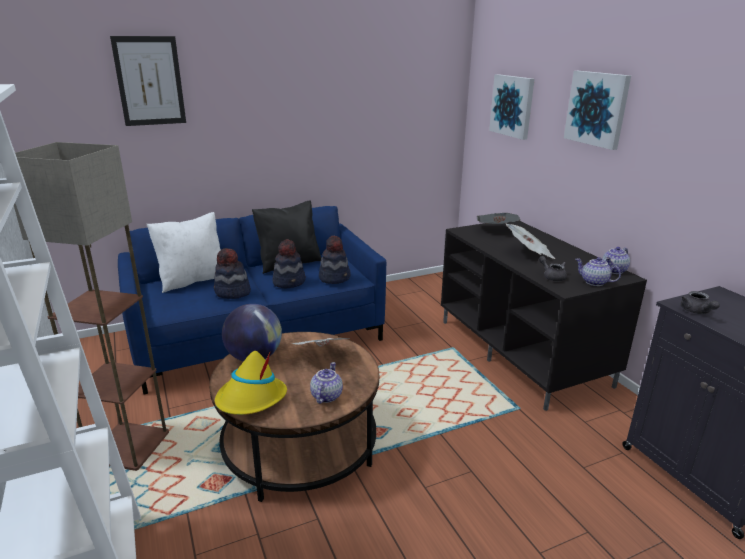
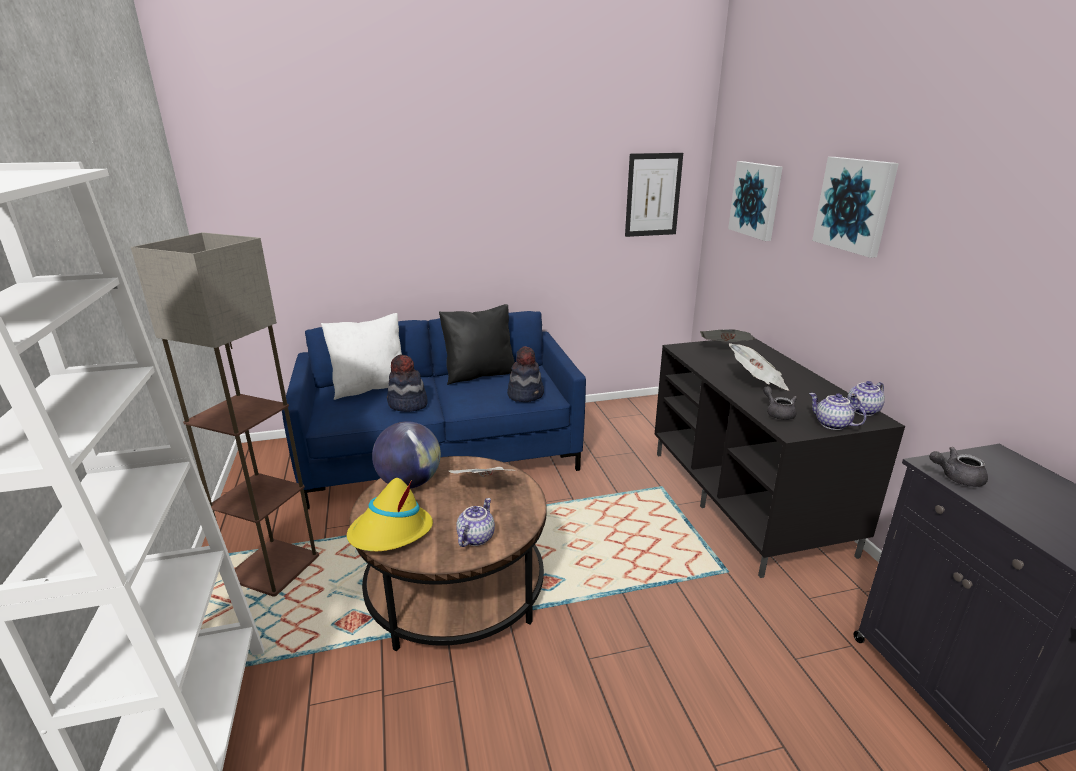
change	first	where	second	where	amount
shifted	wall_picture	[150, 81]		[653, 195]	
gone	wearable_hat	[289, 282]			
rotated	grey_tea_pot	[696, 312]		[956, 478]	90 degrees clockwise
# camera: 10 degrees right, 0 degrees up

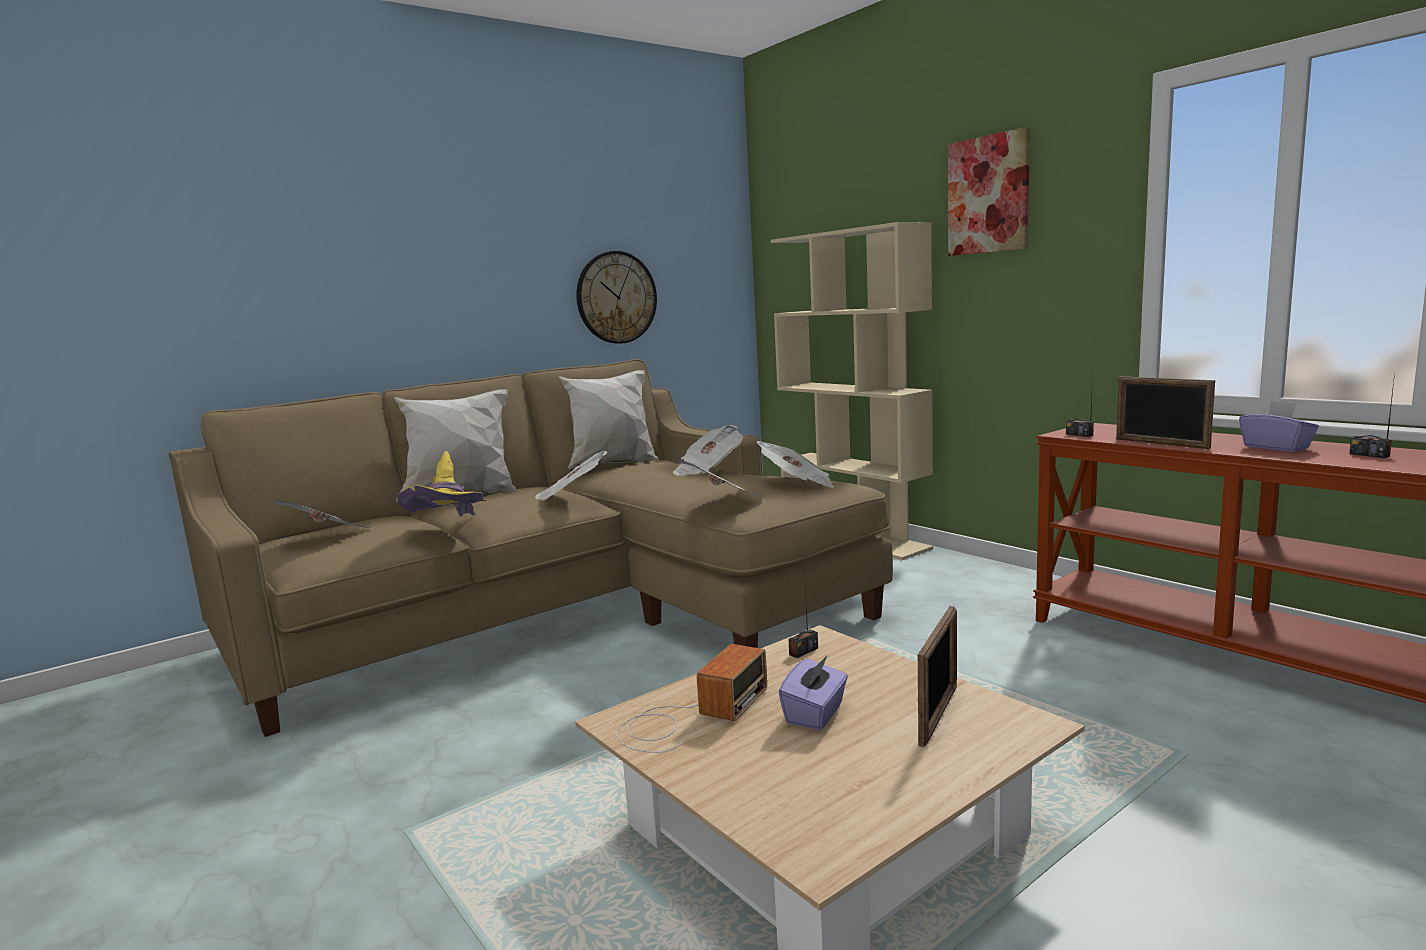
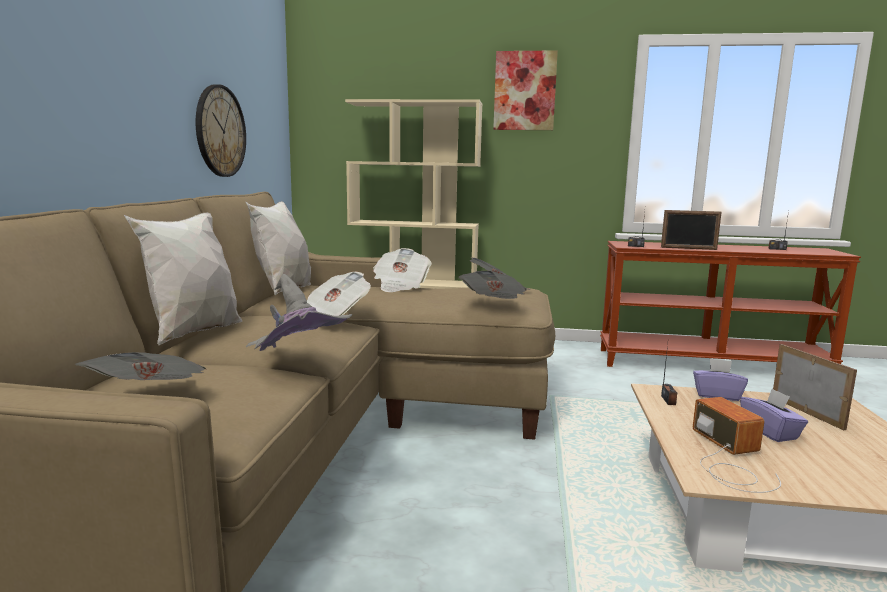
change	first	where	second	where	amount
repainted	yellow-coloured_wearable_hat	[451, 530]	grey_wearable_hat	[298, 364]	
shifted	purple_tissue_box	[1276, 447]		[717, 395]	
# camera: 45 degrees left, 0 degrees up

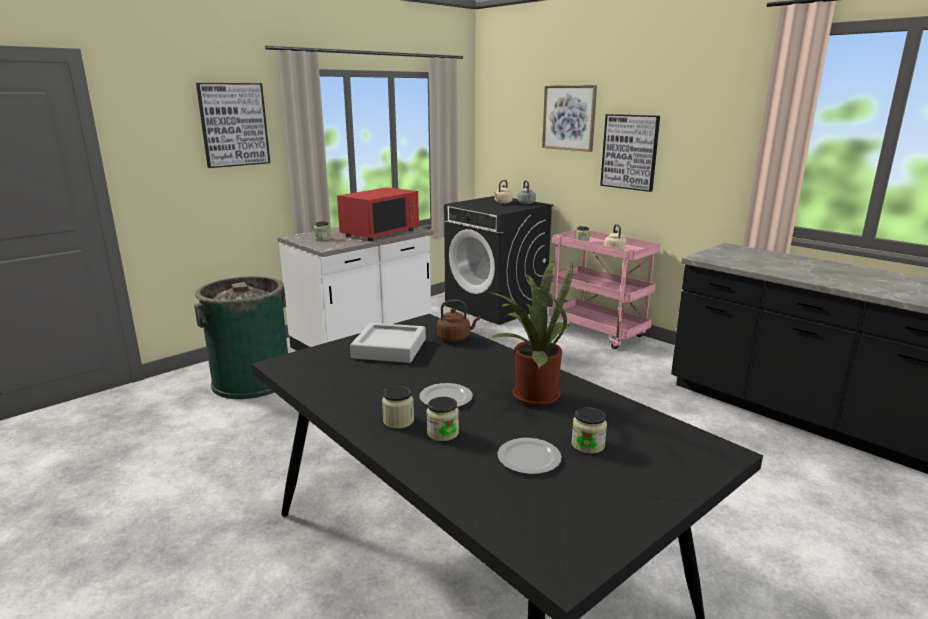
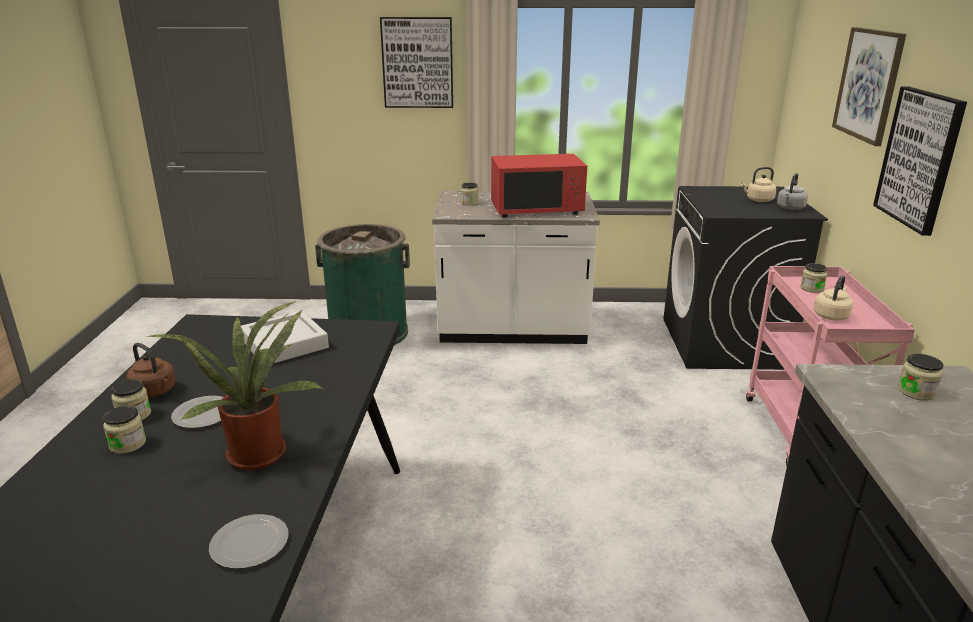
change	first	where	second	where	amount
shifted	brown_tea_kettle	[455, 338]		[155, 392]	
shifted	dinner_plate	[530, 458]		[251, 544]	
shifted	jar	[588, 445]		[916, 392]	
# camera: 45 degrees right, 5 degrees up

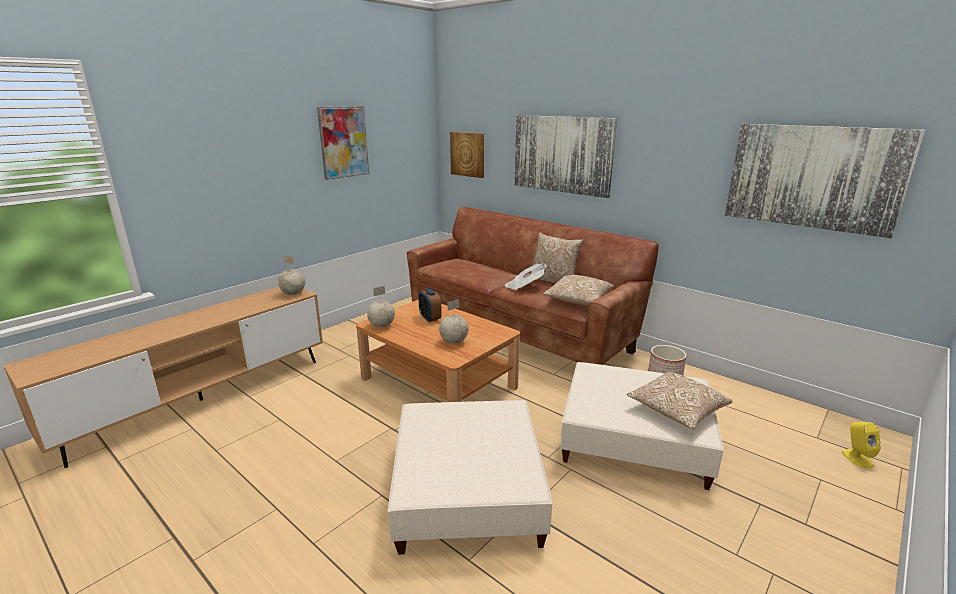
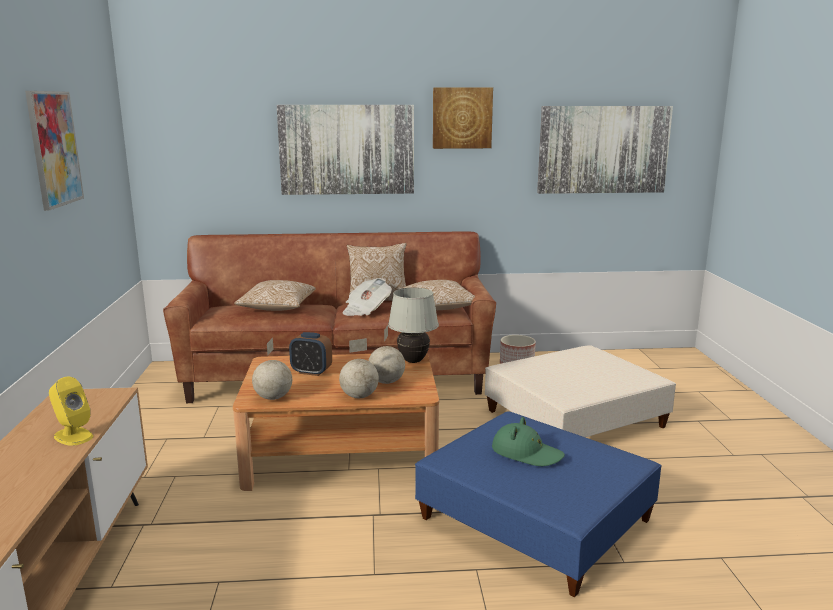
change	first	where	second	where	amount
shifted	world_globe	[293, 293]		[358, 396]	
repainted	sand-coloured_footrest	[468, 490]	bluish_footrest	[534, 519]	
shifted	wall_picture	[468, 154]		[462, 118]	
shifted	cushion	[676, 411]		[277, 308]	
shifted	yellow-coloured_audio_speaker	[856, 458]		[73, 436]	
new			white-coloured_lamp_for_a_table	[413, 361]	
new			green_wearable_hat	[526, 453]	
# camera: 45 degrees left, 5 degrees down

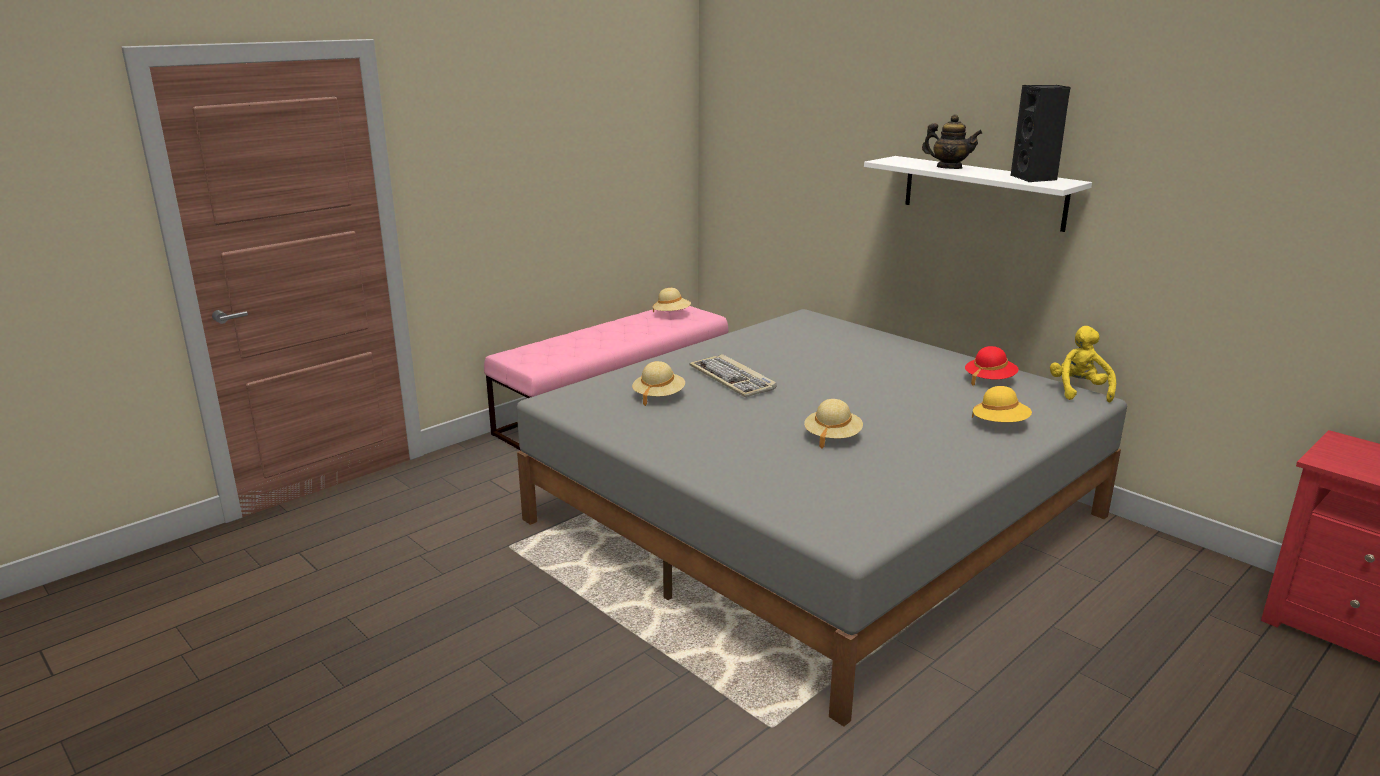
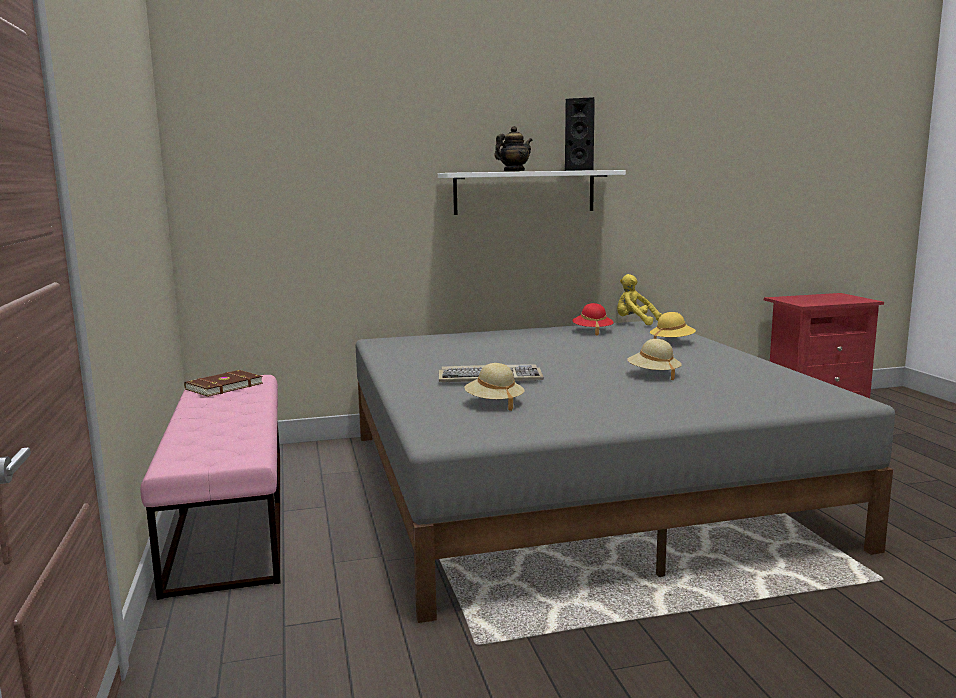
change	first	where	second	where	amount
swapped	sand-coloured_wearable_hat	[672, 314]	brown_volume	[223, 386]	
# camera: 60 degrees left, 10 degrees down

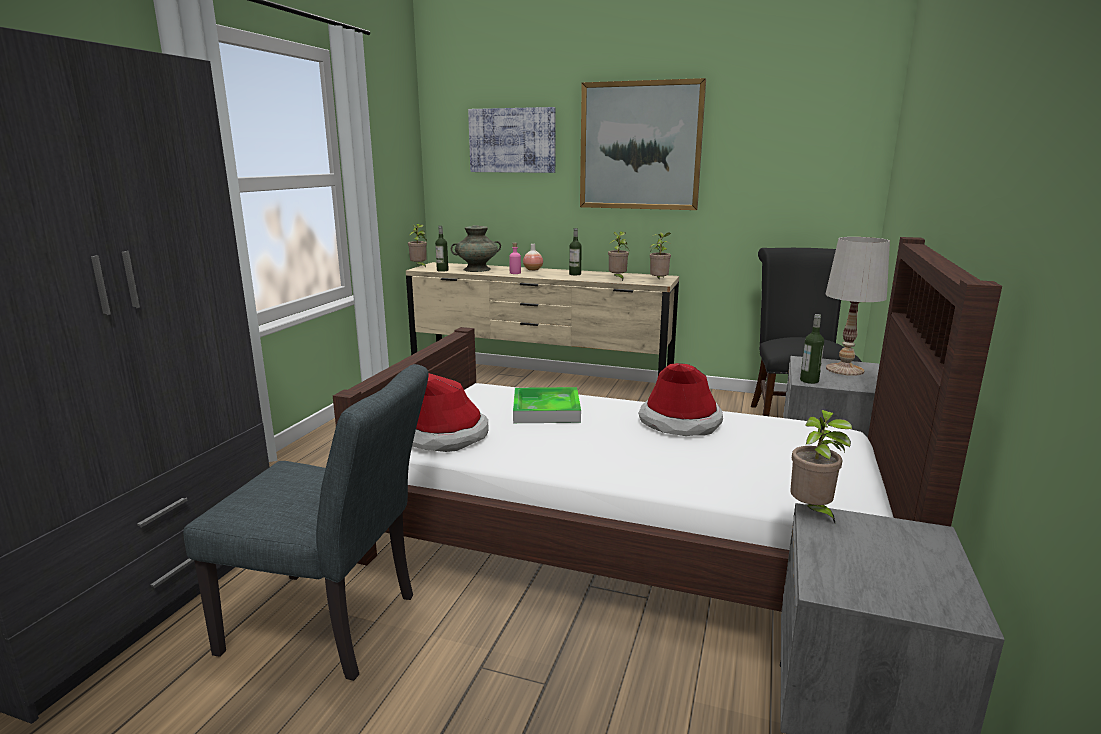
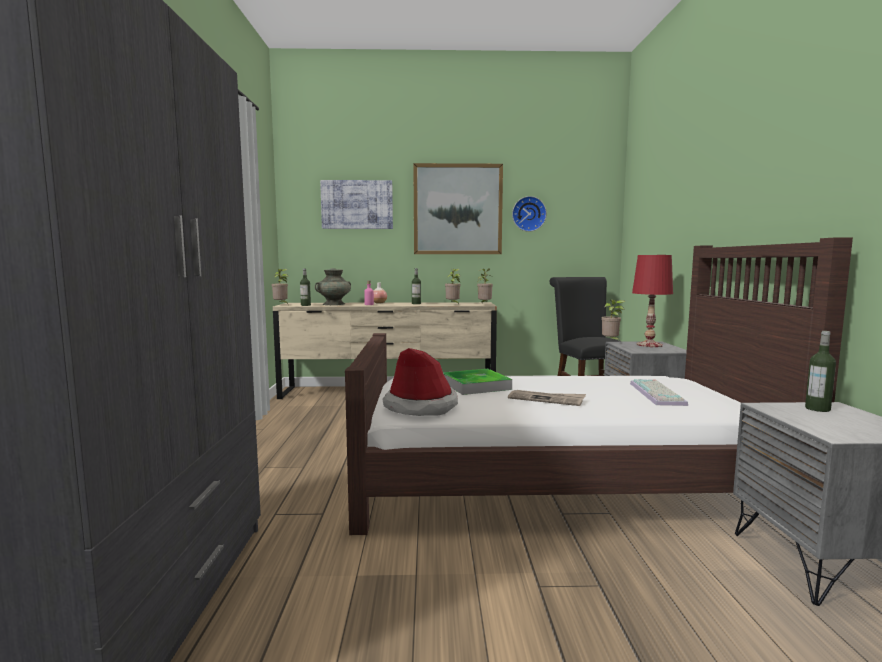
change	first	where	second	where	amount
gone	grey_upright_chair	[333, 626]			
gone	wearable_hat	[680, 422]			
shifted	plant_in_a_pot	[811, 512]		[611, 342]	
shifted	drink_bottle	[809, 380]		[817, 409]	
repainted	white-coloured_lamp_for_a_table	[844, 370]	red-coloured_lamp_for_a_table	[649, 345]	
new			printed_paper	[546, 399]	
new			wall_clock	[528, 214]	
new			PC_keyboard	[658, 394]	
# camera: 20 degrees left, 10 degrees down

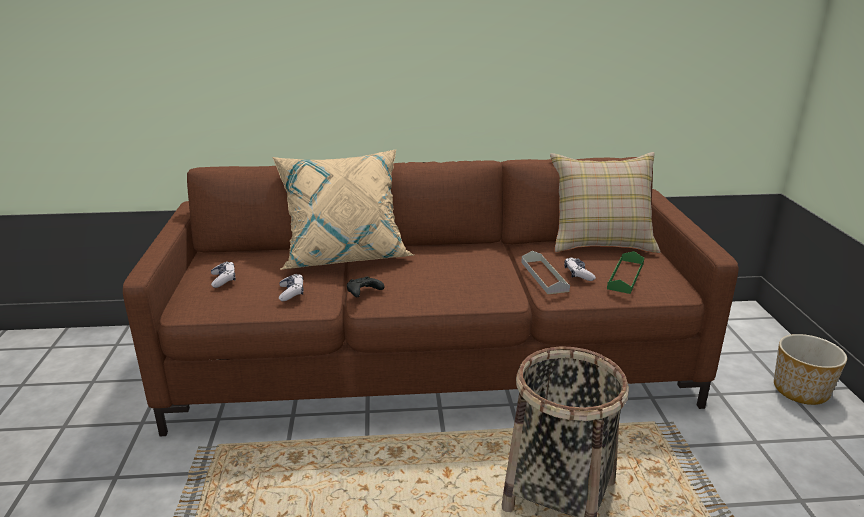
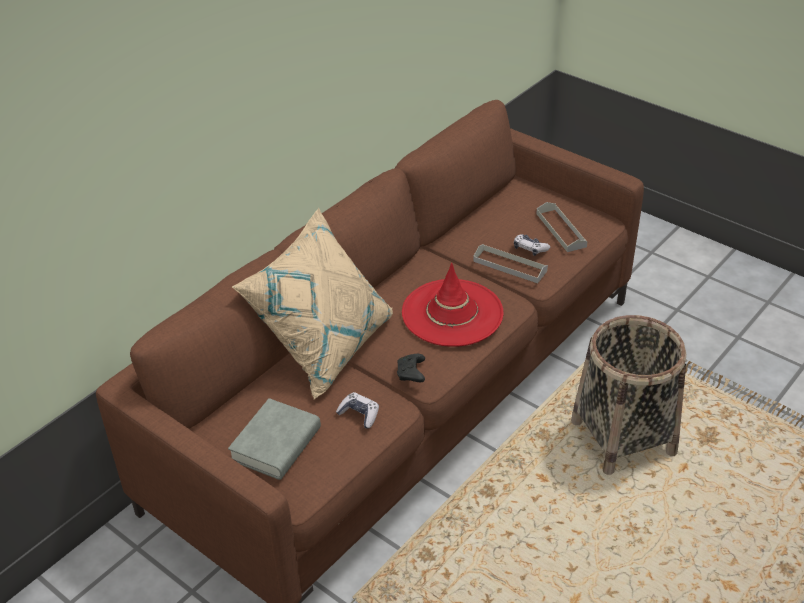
change	first	where	second	where	amount
swapped	game_controller	[223, 279]	grey_volume	[276, 444]	
gone	sand-coloured_cushion	[600, 242]			
repainted	green_carrying_tray	[625, 276]	grey_carrying_tray	[561, 230]	
gone	planter	[801, 390]			
new			red-coloured_wearable_hat	[452, 313]	
# camera: 45 degrees left, 15 degrees up

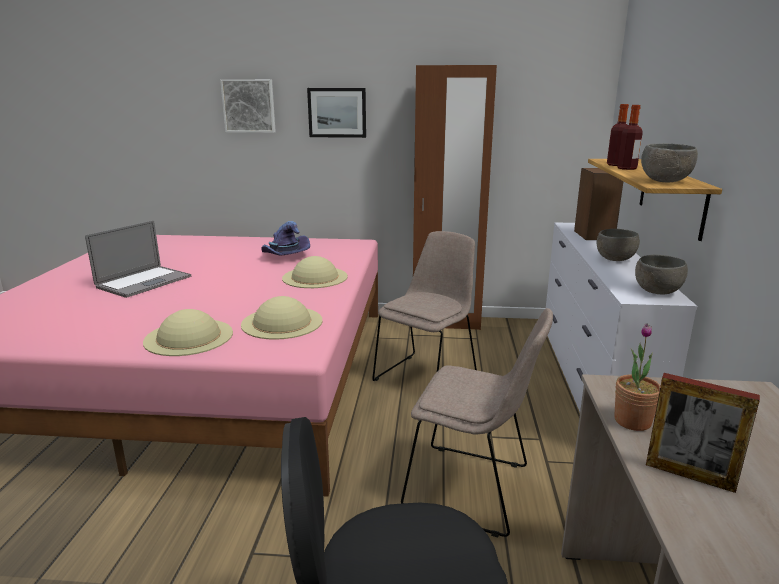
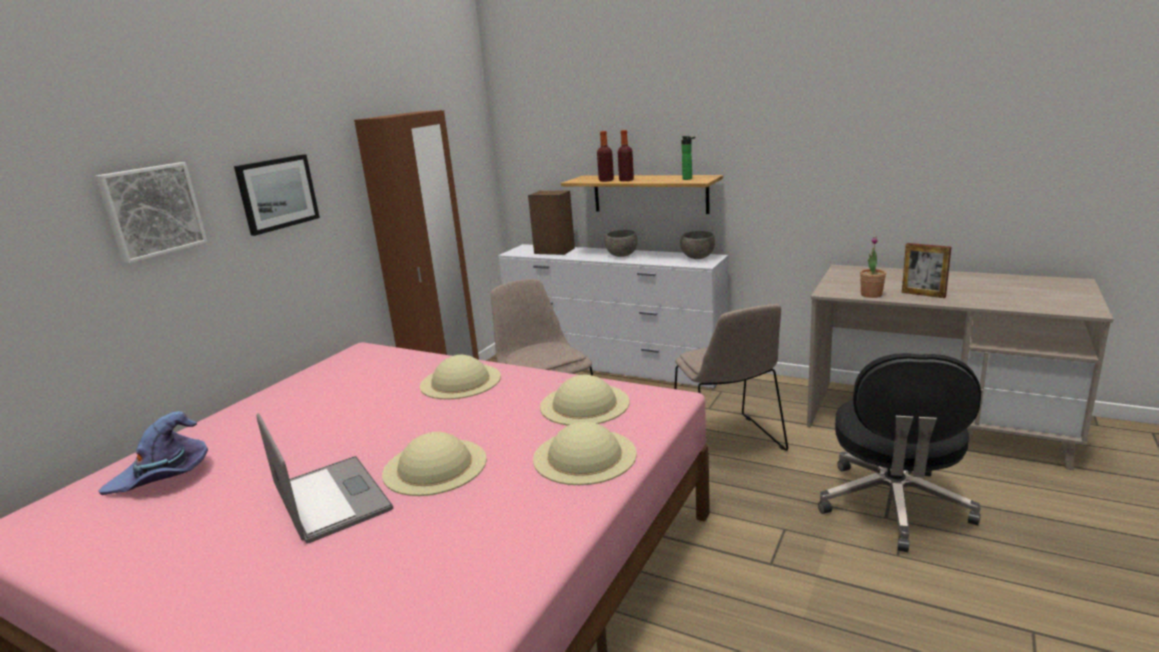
change	first	where	second	where	amount
shifted	purple_wearable_hat	[284, 256]		[163, 477]	
rotated	sand-coloured_upright_chair	[472, 489]		[729, 444]	120 degrees clockwise
swapped	grey_bowl	[664, 181]	drink_bottle	[688, 179]	
rotated	standing_frame	[689, 475]		[923, 294]	75 degrees clockwise
new			sand-coloured_wearable_hat	[435, 466]	
# camera: 65 degrees left, 0 degrees up

